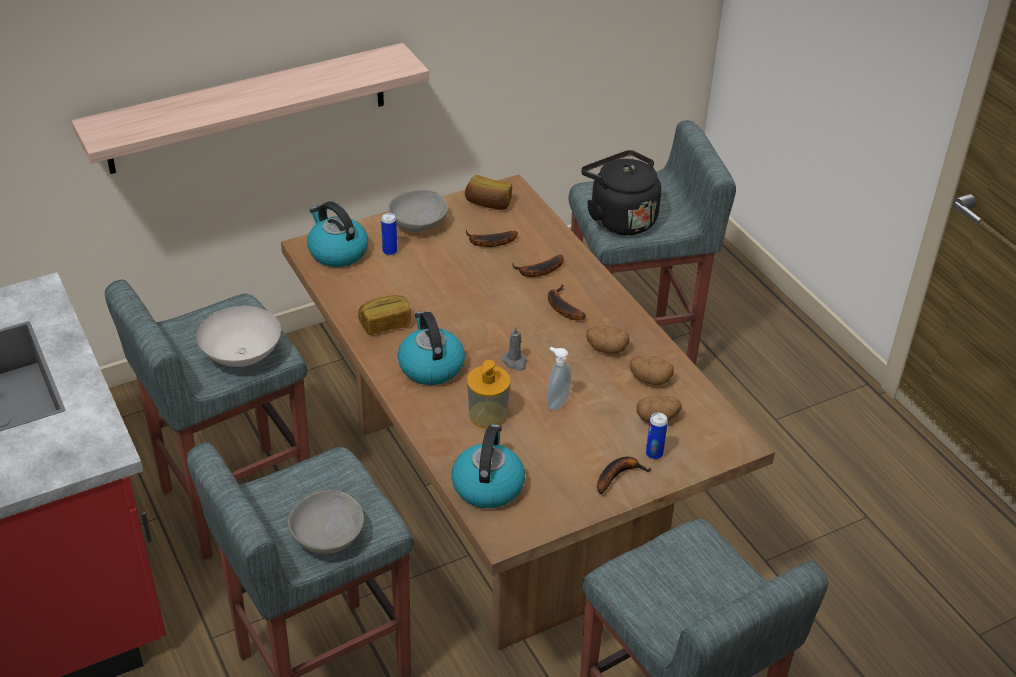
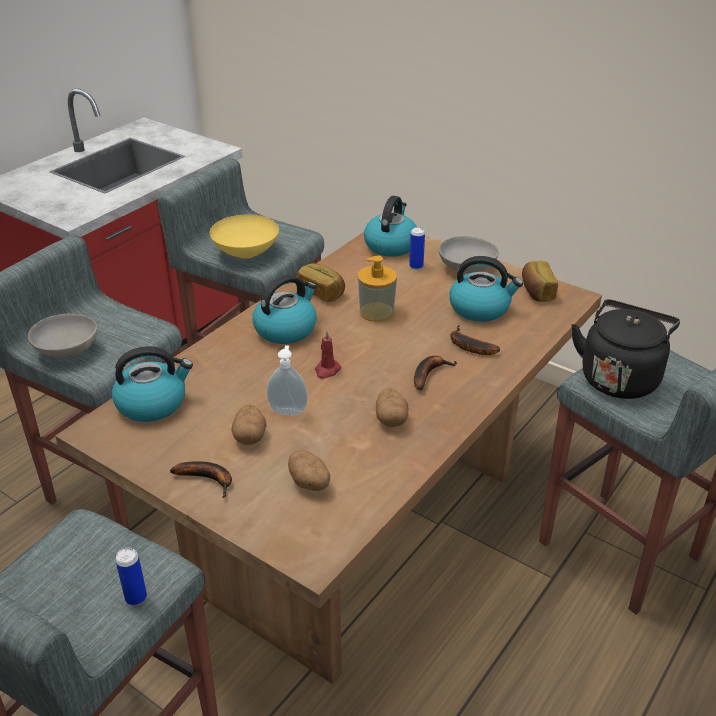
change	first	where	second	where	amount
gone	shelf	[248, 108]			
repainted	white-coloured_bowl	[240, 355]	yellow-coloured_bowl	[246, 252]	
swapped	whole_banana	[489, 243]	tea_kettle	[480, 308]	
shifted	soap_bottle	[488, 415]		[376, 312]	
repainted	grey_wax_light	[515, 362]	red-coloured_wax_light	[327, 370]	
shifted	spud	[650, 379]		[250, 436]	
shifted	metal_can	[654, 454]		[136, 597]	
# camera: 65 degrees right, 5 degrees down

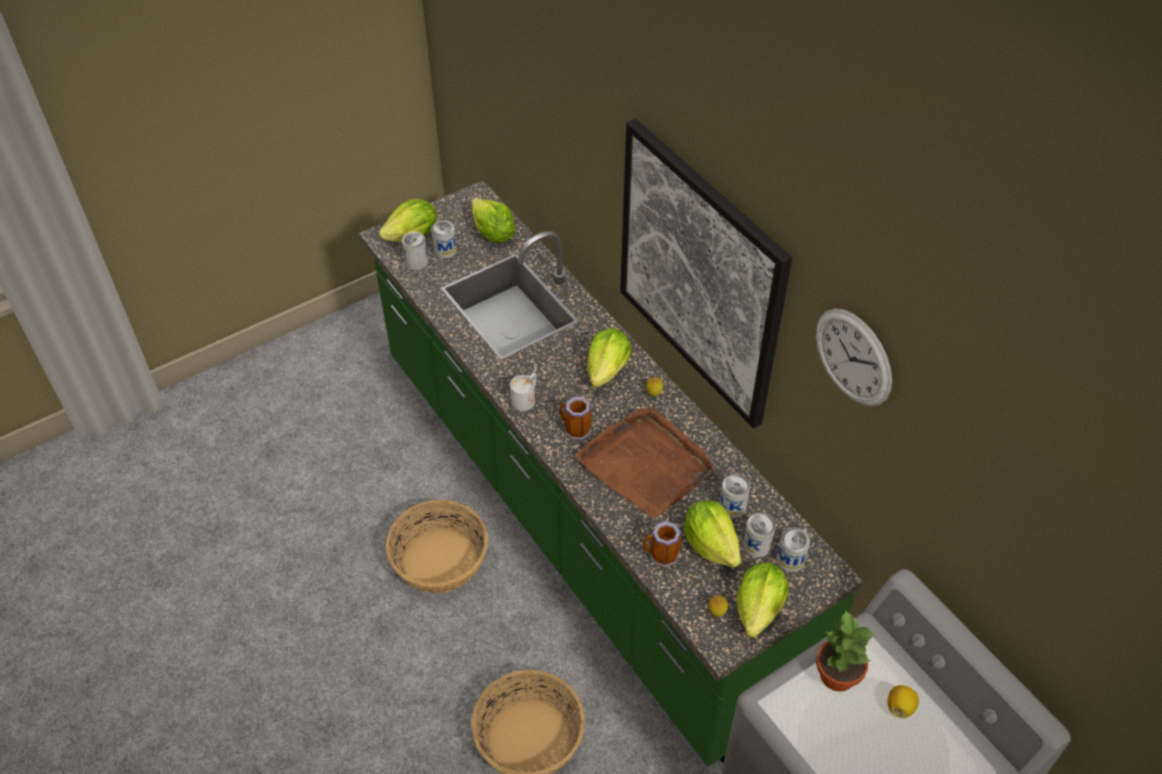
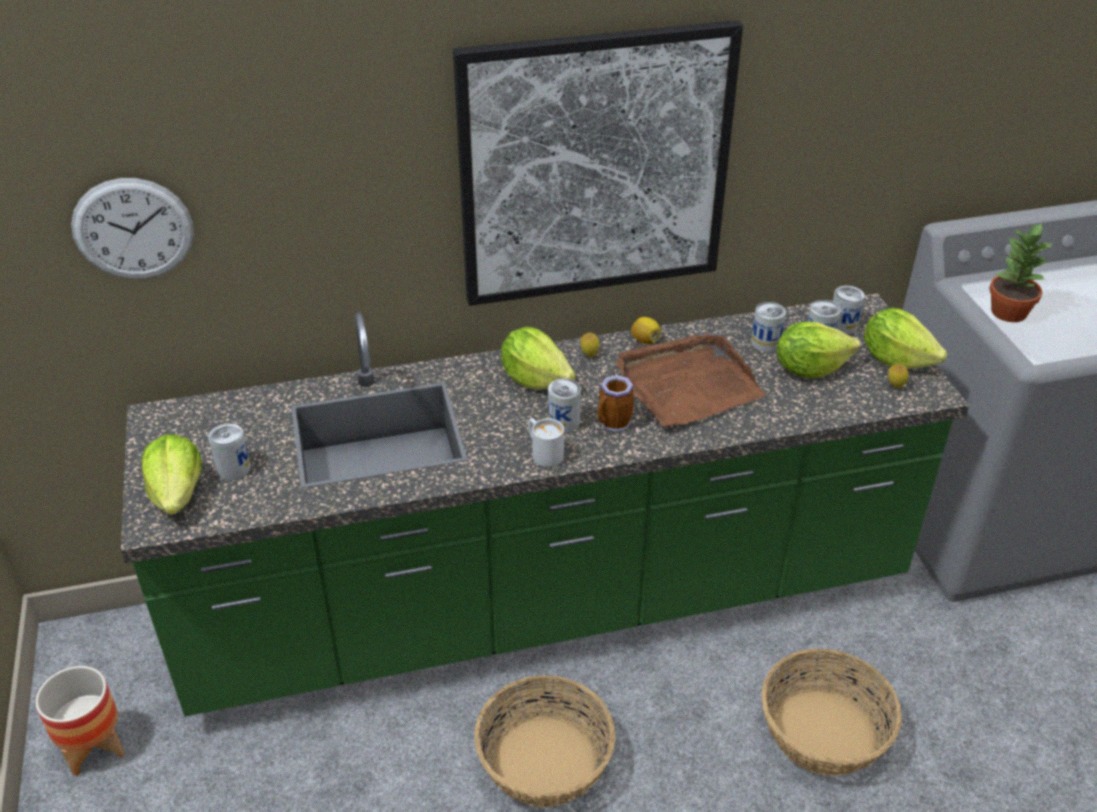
change	first	where	second	where	amount
shifted	metal_can	[416, 262]		[564, 421]	
gone	lettuce_head	[493, 234]			
gone	coffee_mug	[661, 557]			
shifted	wall_clock	[853, 357]		[133, 229]	
shifted	lemon	[900, 707]		[645, 341]	
new			planter	[94, 747]	
# camera: 70 degrees left, 10 degrees down

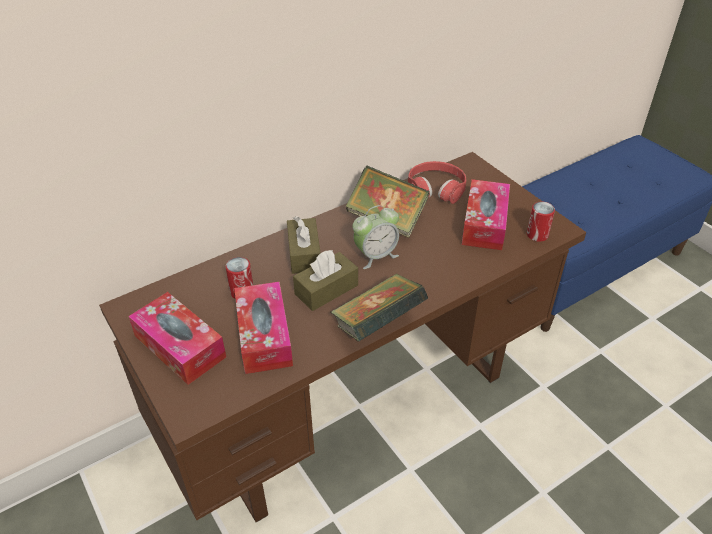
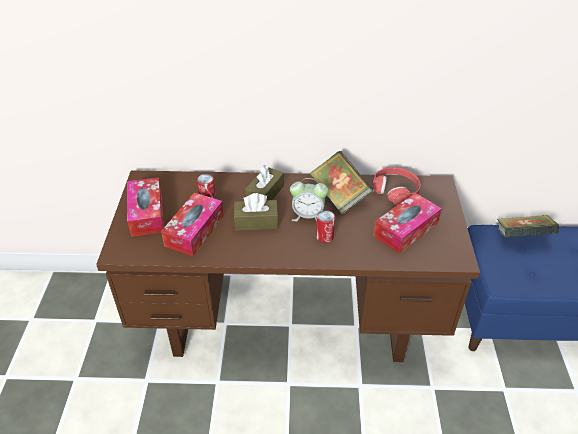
change	first	where	second	where	amount
shifted	volume	[378, 325]		[521, 238]	
shifted	metal_can	[537, 235]		[324, 236]	
# camera: 35 degrees right, 0 degrees up

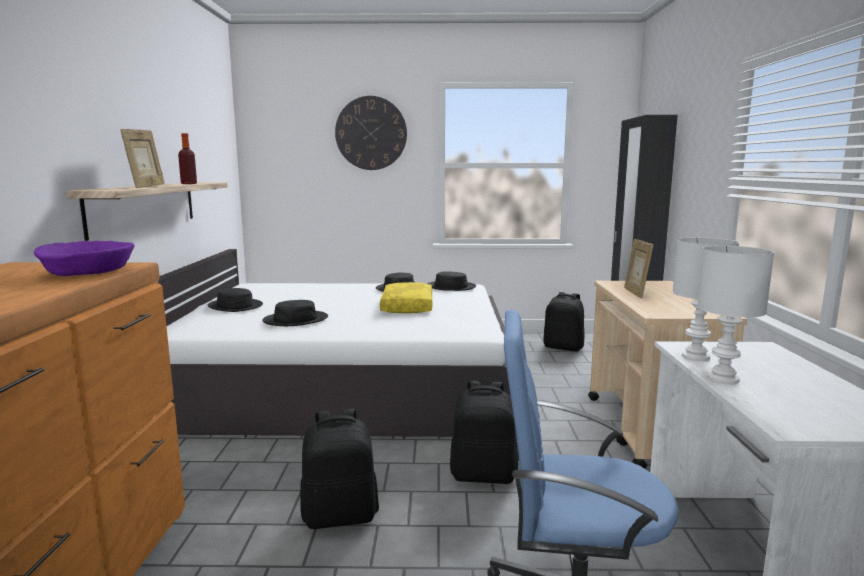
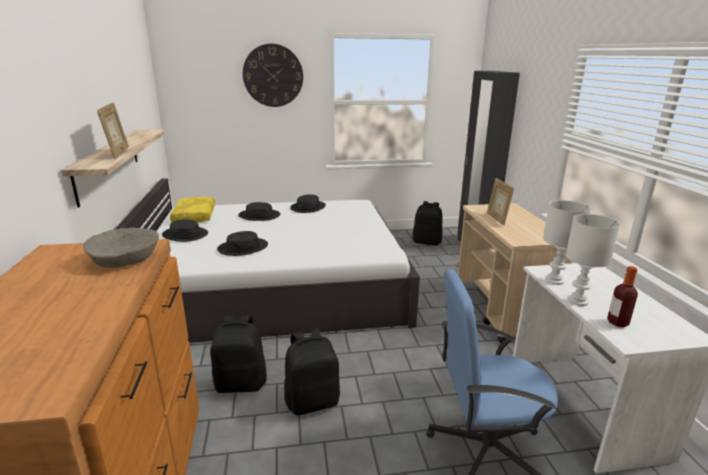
change	first	where	second	where	amount
repainted	purple_bowl	[89, 272]	sand-coloured_bowl	[126, 258]	
shifted	drink_bottle	[189, 183]		[617, 322]	
shifted	yellow-coloured_cushion	[406, 306]		[194, 216]	
shifted	blackish_wearable_hat	[451, 287]		[259, 215]	
shifted	blackish_knapsack	[484, 475]		[241, 383]	
# camera: 10 degrees left, 10 degrees up

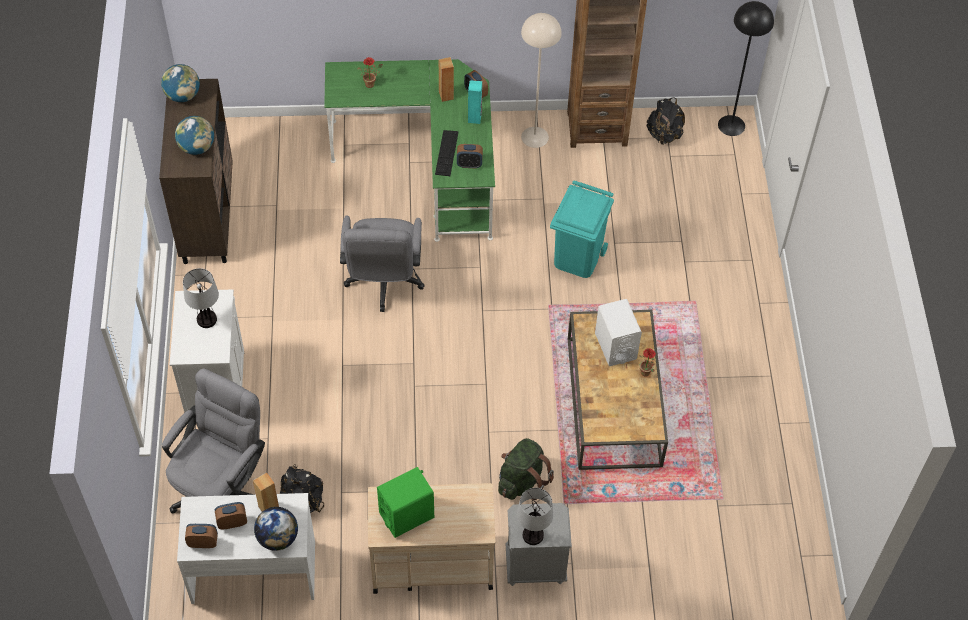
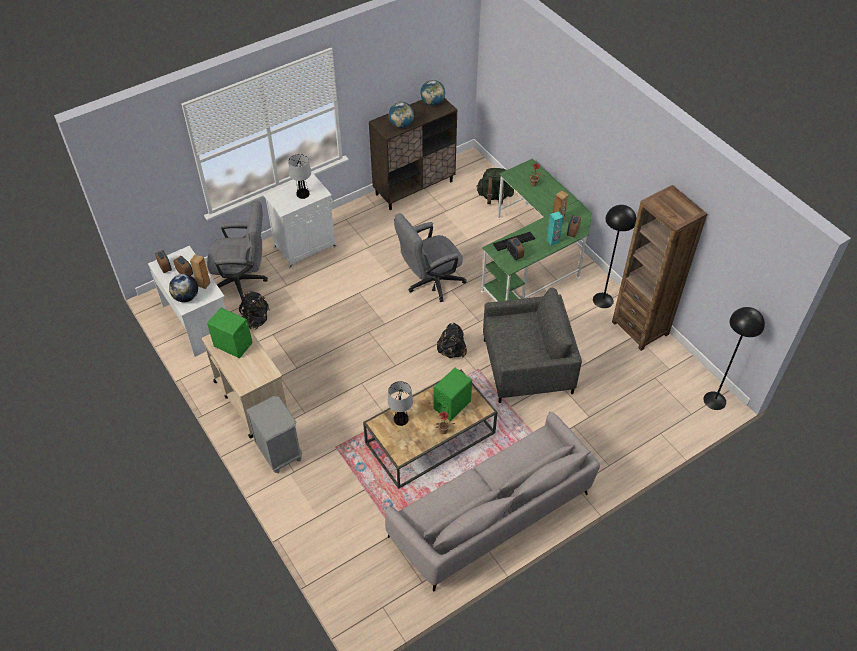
change	first	where	second	where	amount
shifted	green_knapsack	[522, 481]		[494, 196]	
shifted	lamp_for_a_table	[533, 535]		[401, 419]	
repainted	sand-coloured_standing_lamp	[535, 137]	blackish_standing_lamp	[603, 300]	
swapped	turquoise_rubbish_bin	[578, 258]	grey_lounge_chair	[527, 367]	
repainted	white-coloured_audio_speaker	[615, 346]	green_audio_speaker	[452, 405]	
shifted	blackish_knapsack	[664, 135]		[451, 351]	
new			grey_settee	[493, 514]	
# camera: 60 degrees right, 5 degrees down

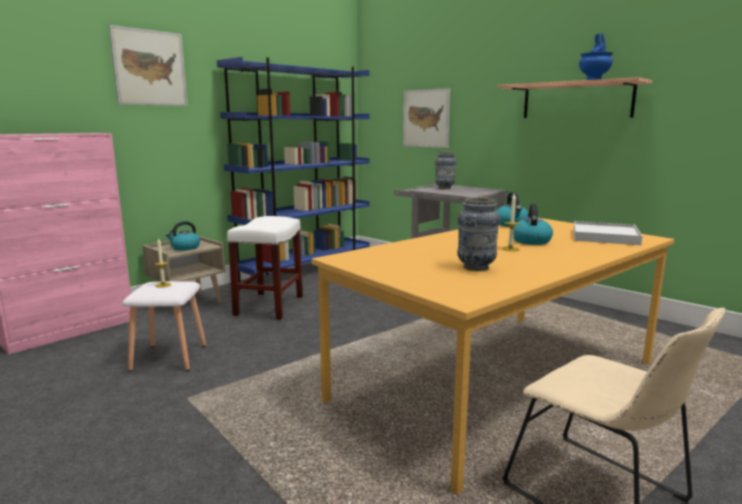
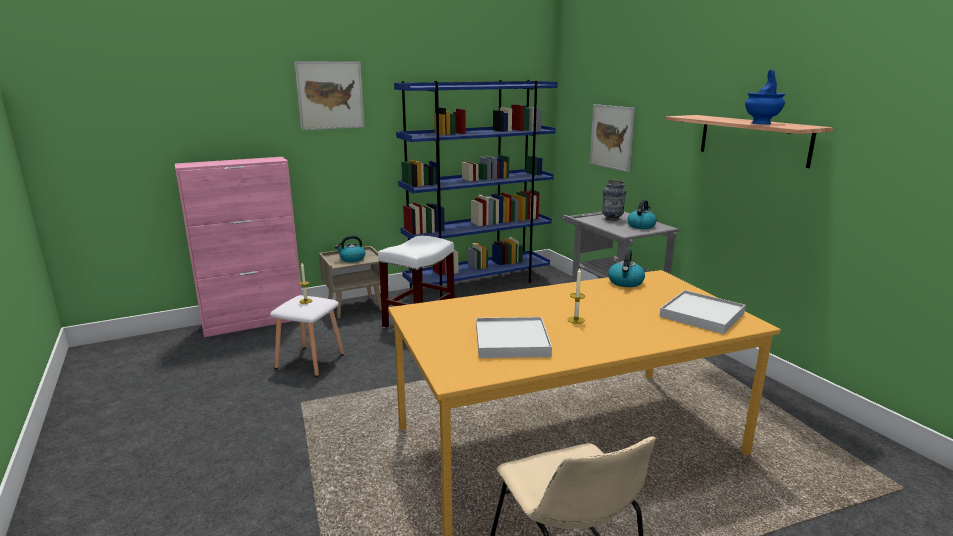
change	first	where	second	where	amount
swapped	vase	[476, 267]	white-coloured_carrying_tray	[511, 341]	
shifted	tea_kettle	[530, 241]		[641, 226]	
# camera: 20 degrees right, 5 degrees up

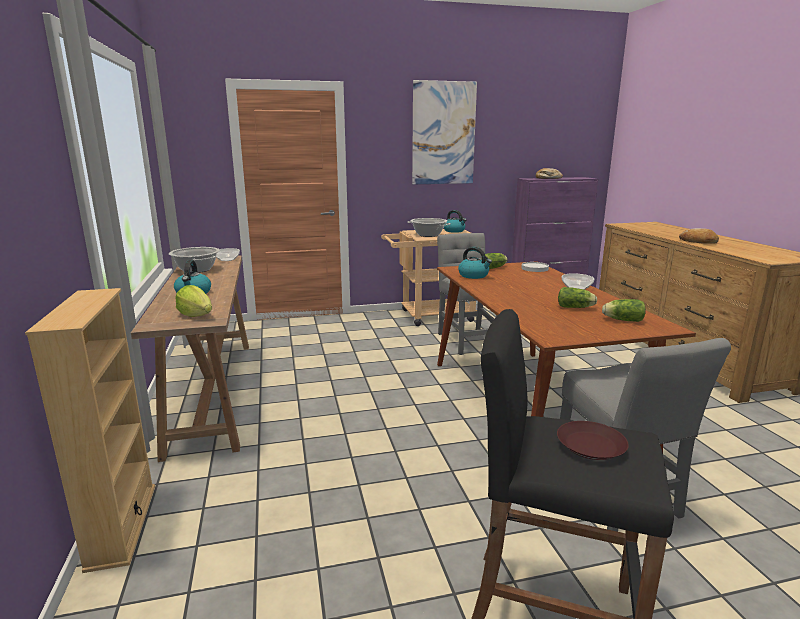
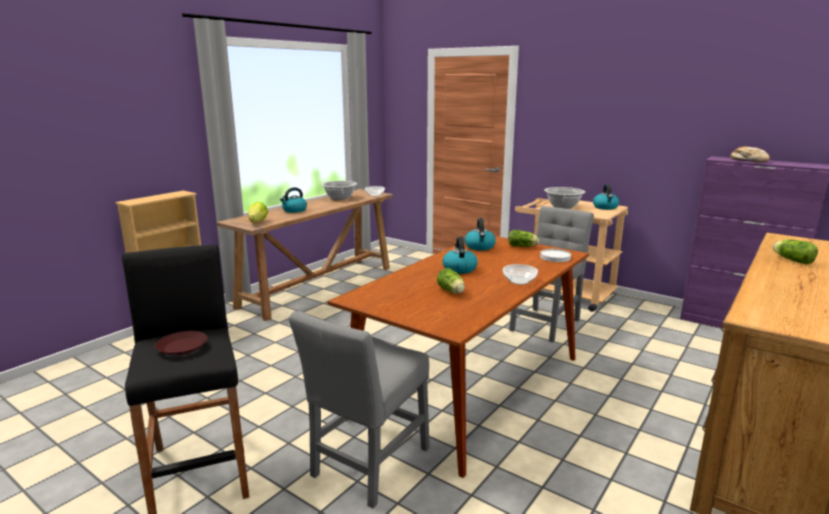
change	first	where	second	where	amount
gone	wall_picture	[443, 133]			
shifted	lettuce_head	[621, 320]		[791, 260]	
gone	bakery_bread	[698, 242]			
new			tea_kettle	[459, 269]	
# camera: 50 degrees right, 0 degrees up

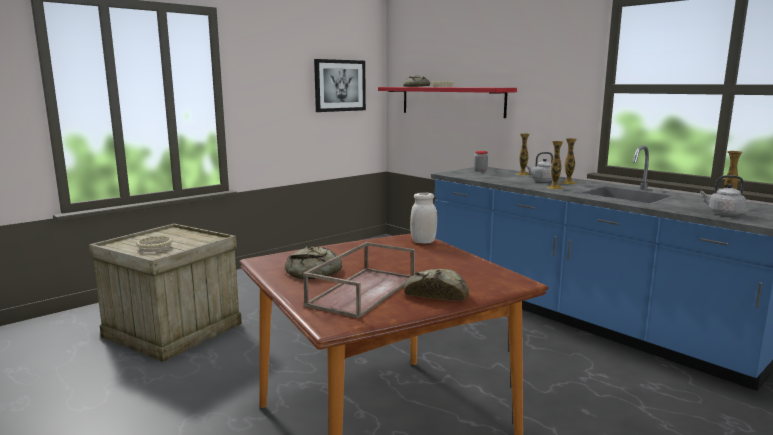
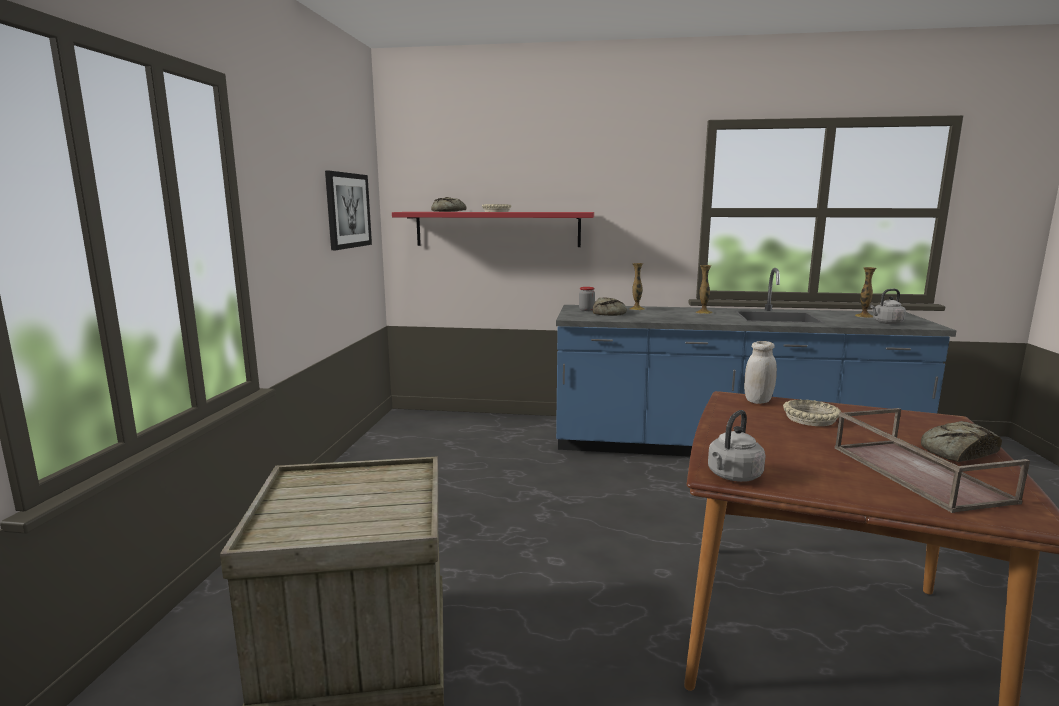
change	first	where	second	where	amount
shifted	sand-coloured_bowl	[154, 248]		[810, 419]	
shifted	bakery_bread	[315, 272]		[610, 313]	
shifted	grey_tea_kettle	[542, 181]		[733, 476]	
gone	vase	[554, 188]			
# camera: 40 degrees left, 0 degrees up

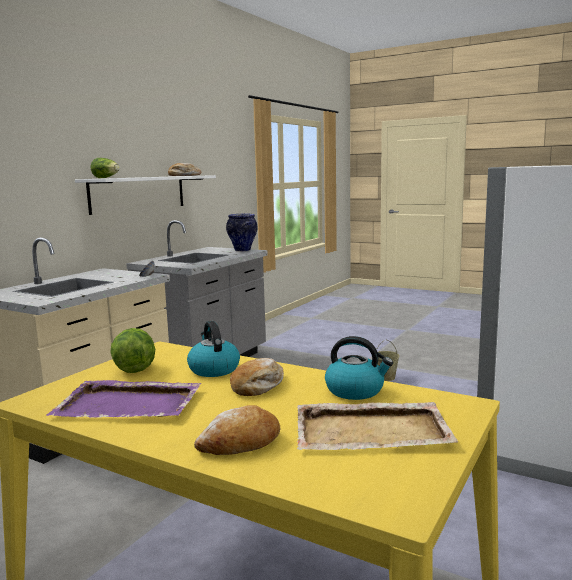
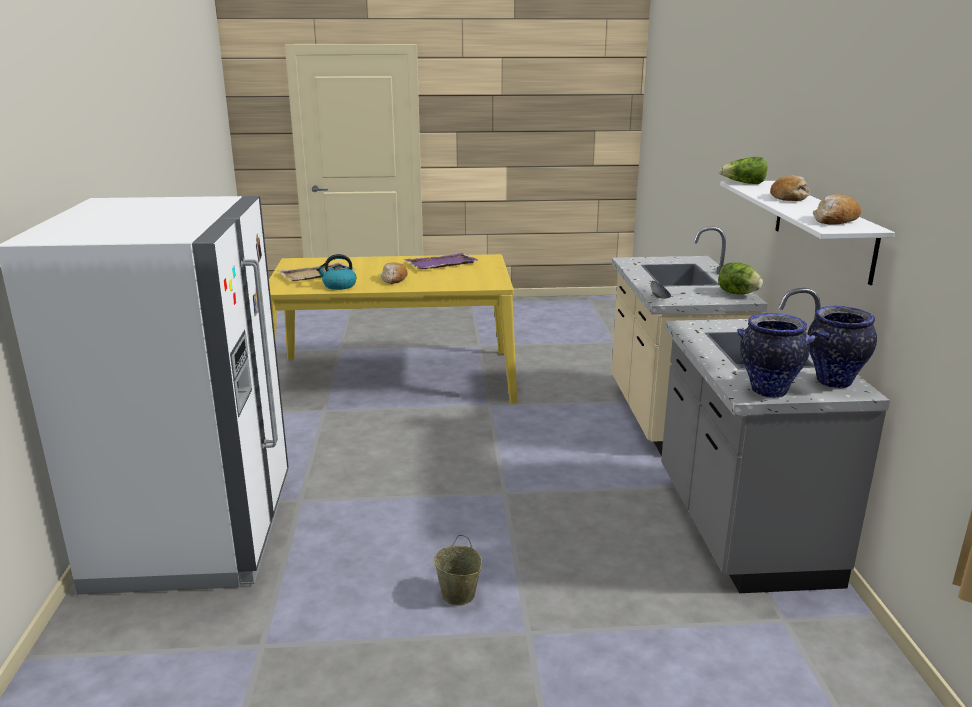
change	first	where	second	where	amount
shifted	lettuce_head	[134, 369]		[737, 293]	
gone	tea_kettle	[213, 369]			
shifted	bakery_bread	[240, 443]		[789, 197]	
new			vase	[833, 383]	
# camera: 145 degrees right, 10 degrees up

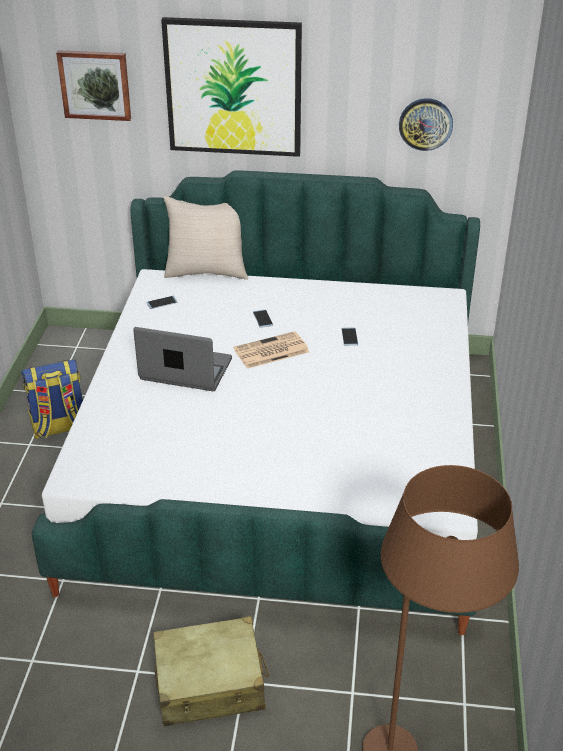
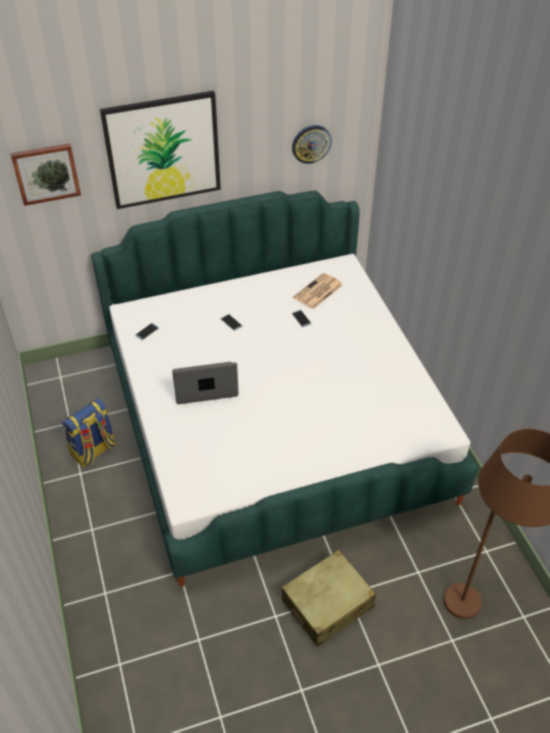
change	first	where	second	where	amount
gone	sand-coloured_cushion	[207, 272]			
shifted	printed_paper	[270, 351]		[318, 292]	
# camera: 25 degrees left, 10 degrees up

